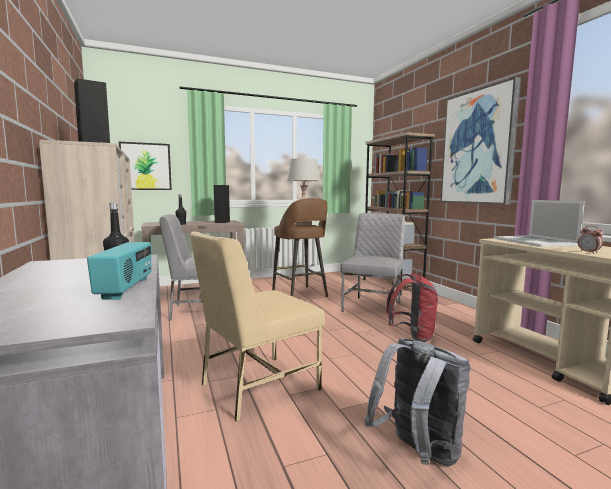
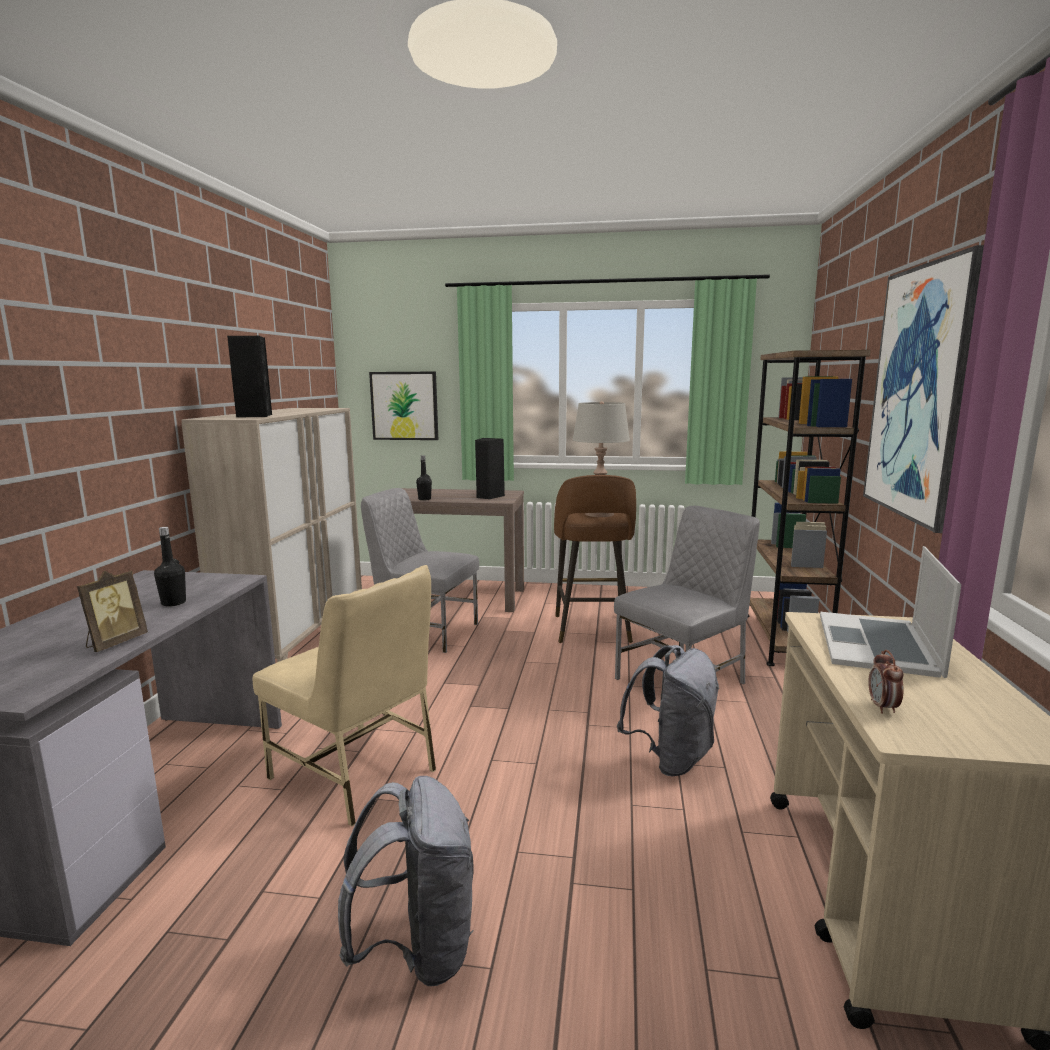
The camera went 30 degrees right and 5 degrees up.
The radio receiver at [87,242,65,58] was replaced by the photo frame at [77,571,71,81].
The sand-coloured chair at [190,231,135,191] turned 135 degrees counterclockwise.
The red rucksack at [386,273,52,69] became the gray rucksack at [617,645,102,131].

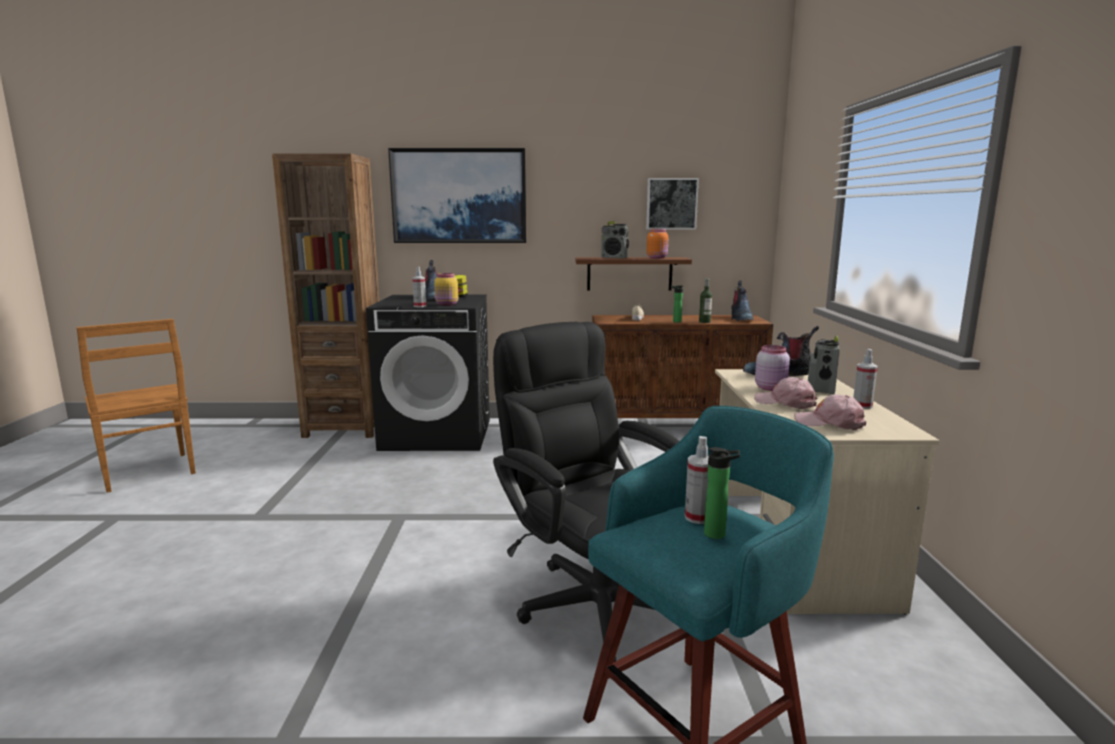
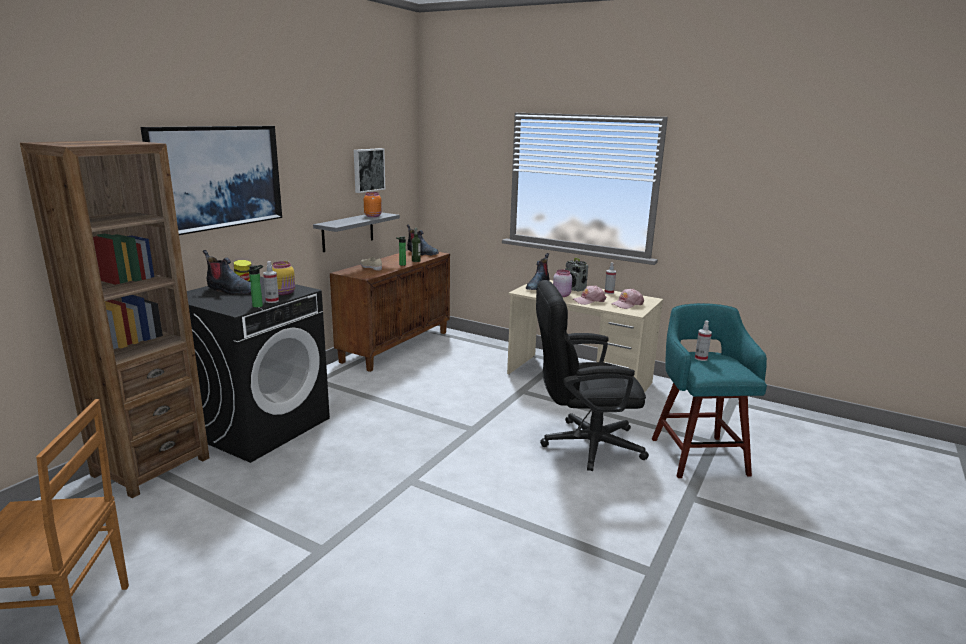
The camera went 60 degrees left and 5 degrees up.
The brown bracket shelf at [575,257,117,33] became the gray bracket shelf at [313,213,87,39].
The radio receiver at [601,222,28,36] disappeared.
The beverage bottle moved from [704,447,36,92] to [249,265,14,43].

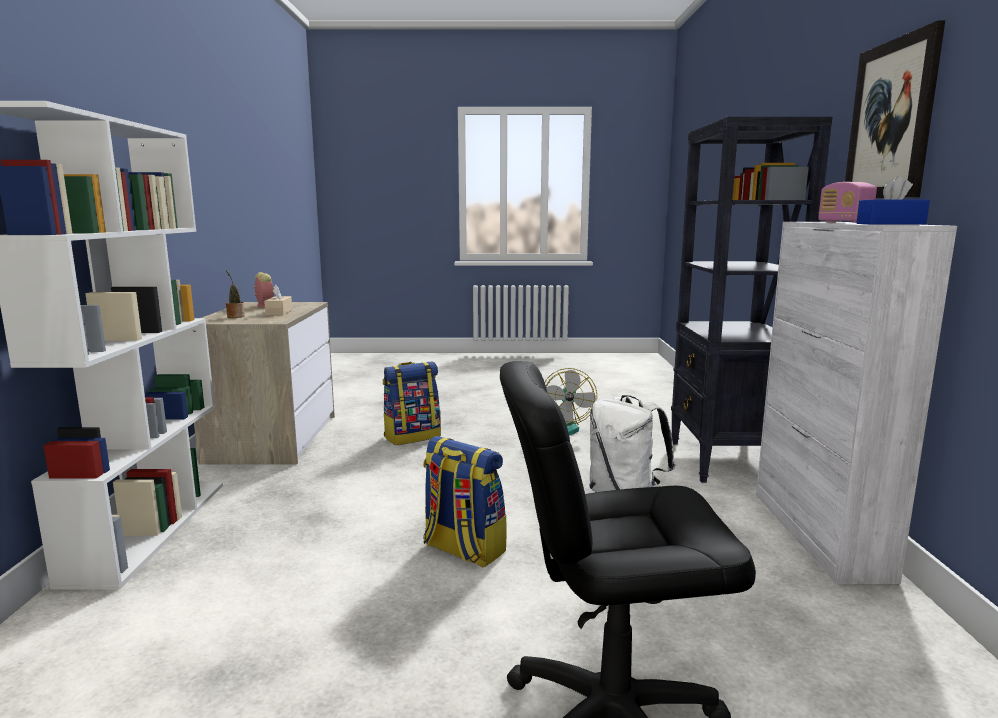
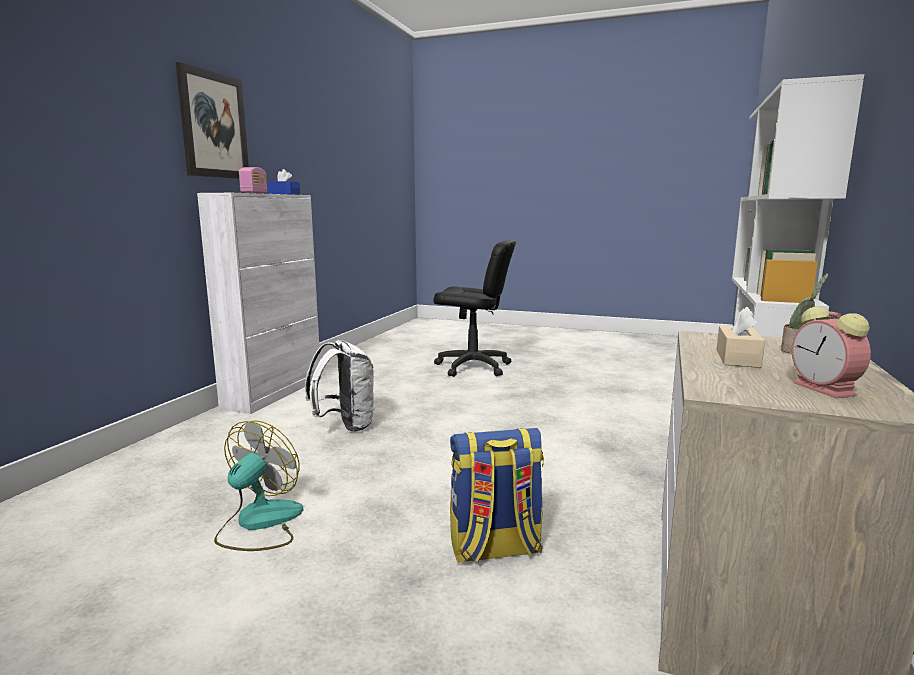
The camera went 160 degrees left and 0 degrees up.
The rucksack at [423,436,83,132] disappeared.
The black-coloured bookcase at [671,117,161,366] disappeared.

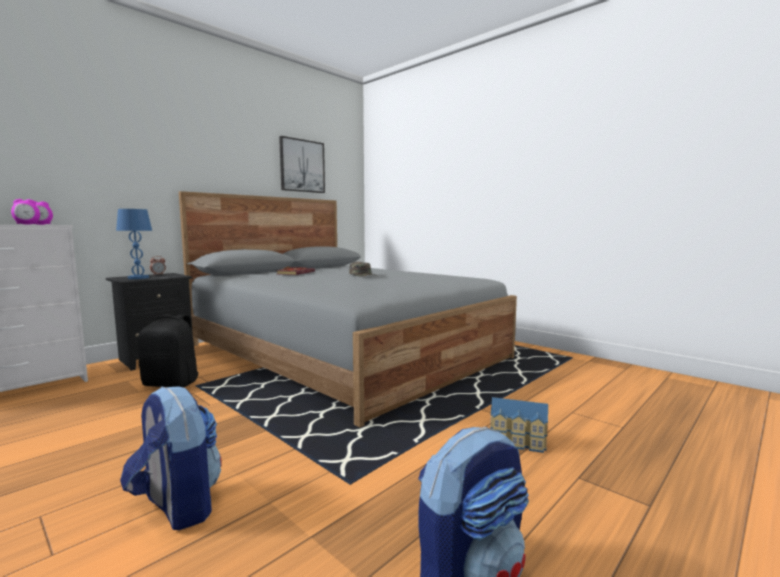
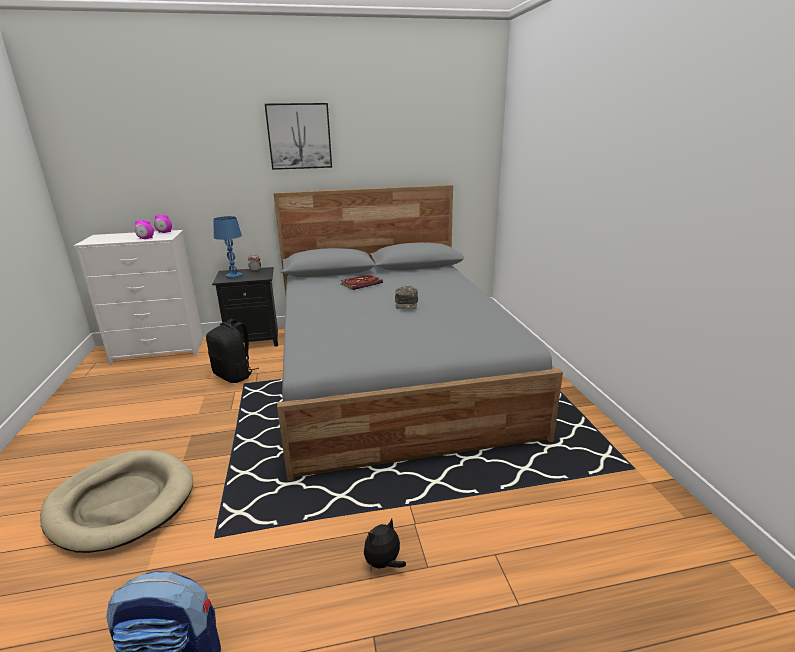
The camera went 35 degrees right and 15 degrees up.
The rucksack at [120,386,102,144] was replaced by the sand-coloured dog cushion at [40,450,153,103].
The wall art moved from [279,136,46,57] to [265,103,67,67].
The miniature house at [490,397,58,56] was replaced by the cuddly toy at [364,519,42,53].

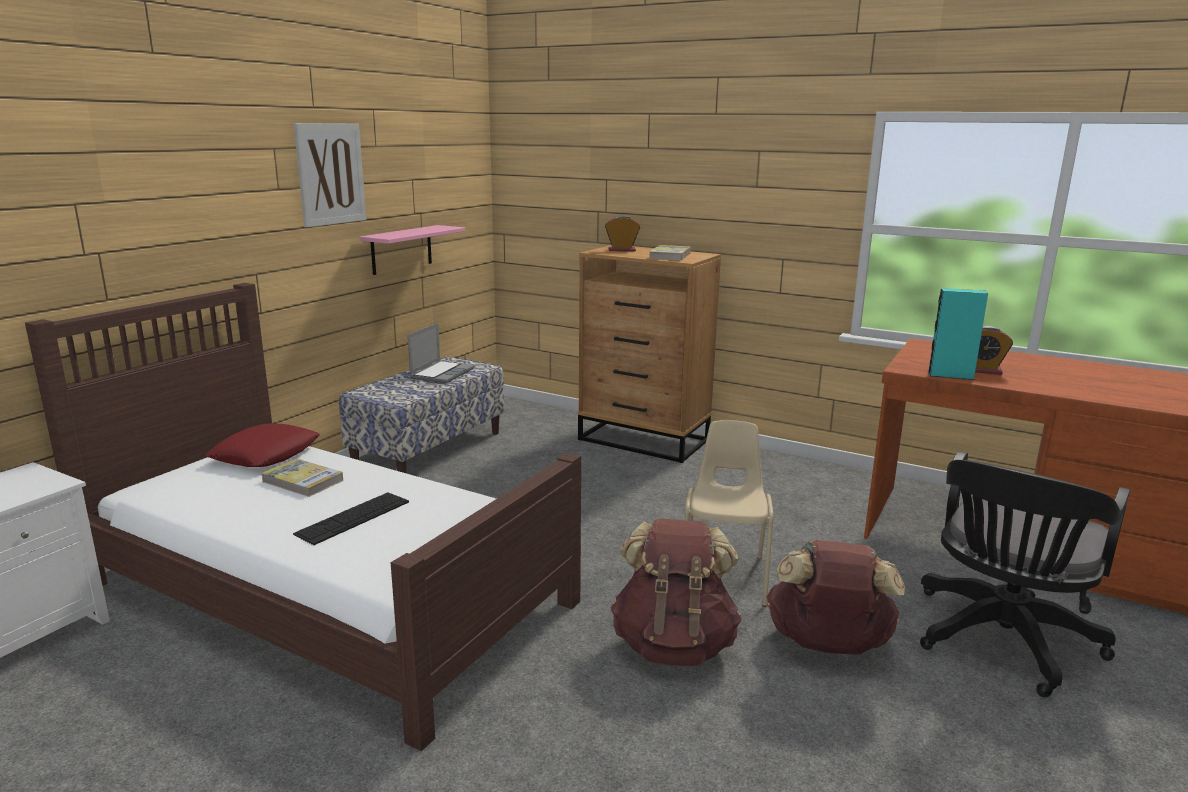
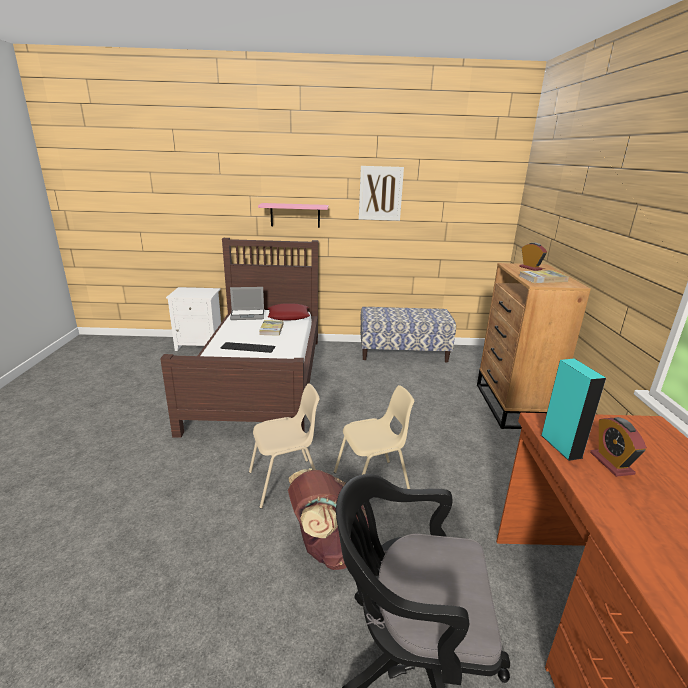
The camera went 60 degrees right and 5 degrees up.
The pink-coloured bracket shelf moved from [359,225,107,50] to [258,203,70,25].
The portable computer moved from [408,323,66,60] to [230,287,34,33].
The brown rucksack at [610,518,132,148] was replaced by the sand-coloured chair at [249,383,71,126].

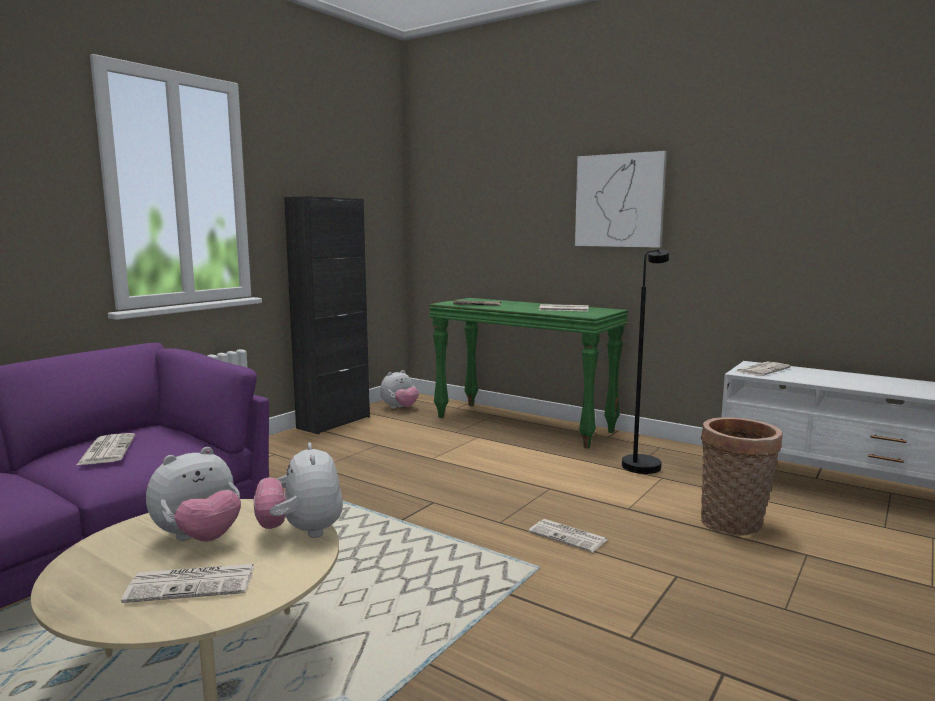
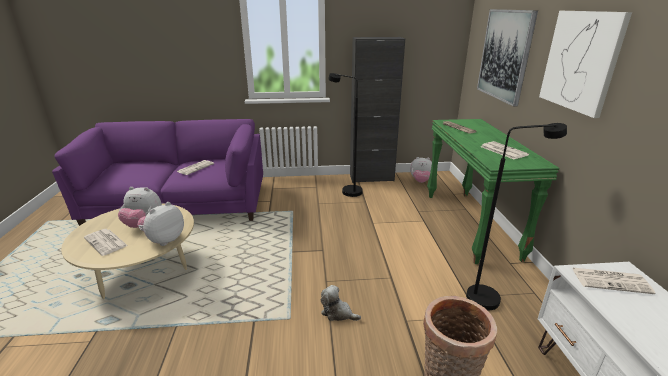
The camera went 50 degrees right and 15 degrees up.
The daily paper at [529,519,79,33] was replaced by the cuddly toy at [321,285,40,36].
The black-coloured floor lamp at [328,73,35,124] appeared.
The wall art at [477,9,61,98] appeared.

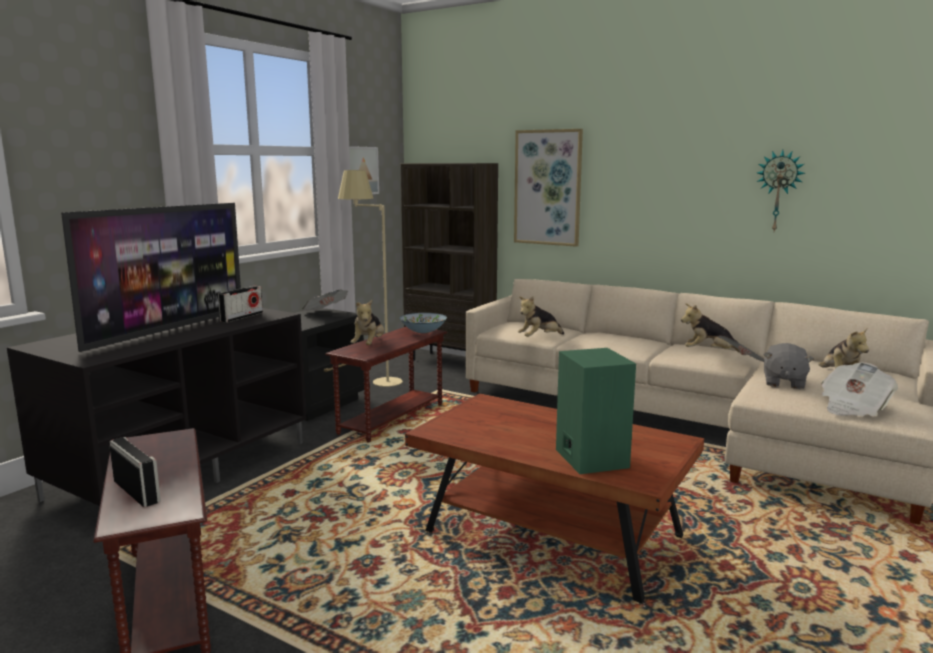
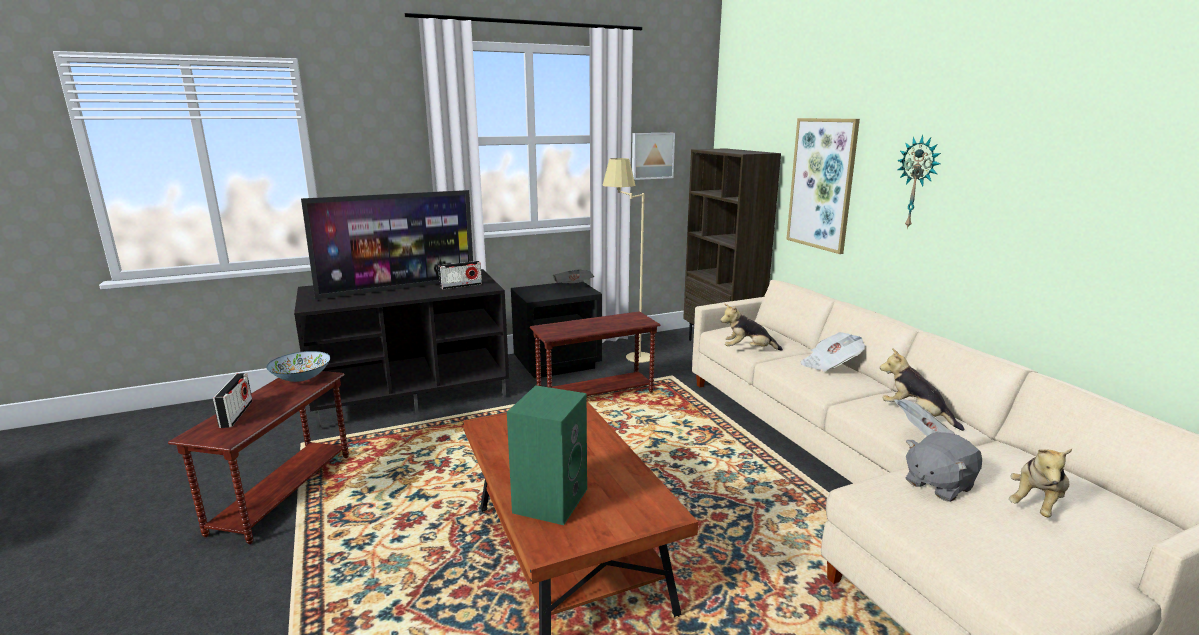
The camera went 35 degrees right and 5 degrees up.
The cuddly toy at [351,300,33,45] disappeared.
The bowl moved from [400,313,47,20] to [266,351,65,31].
The hanging clock moved from [757,150,48,81] to [897,135,44,94].
The daily paper moved from [821,362,77,54] to [800,332,66,40].

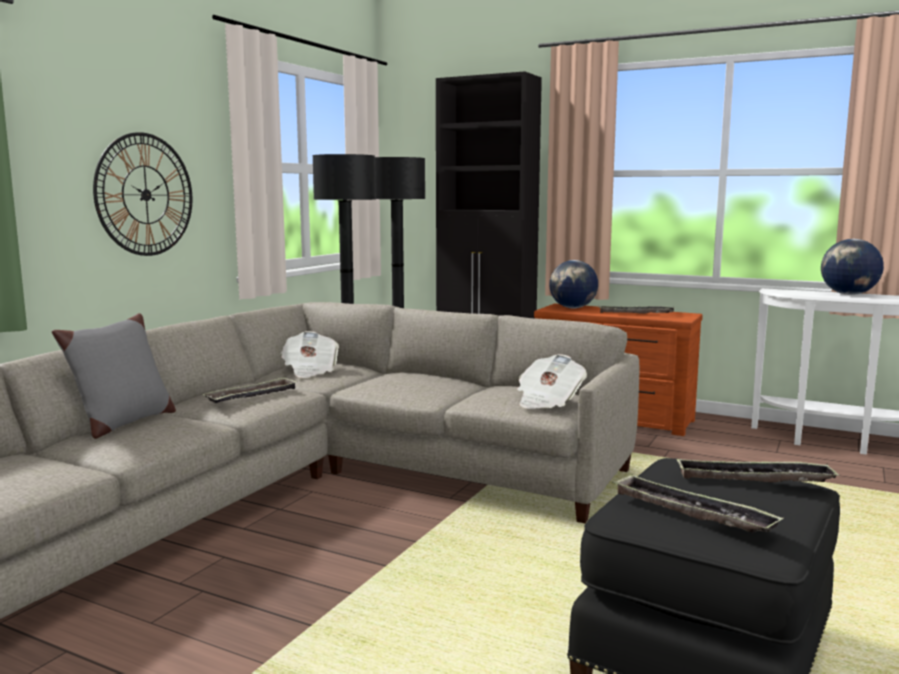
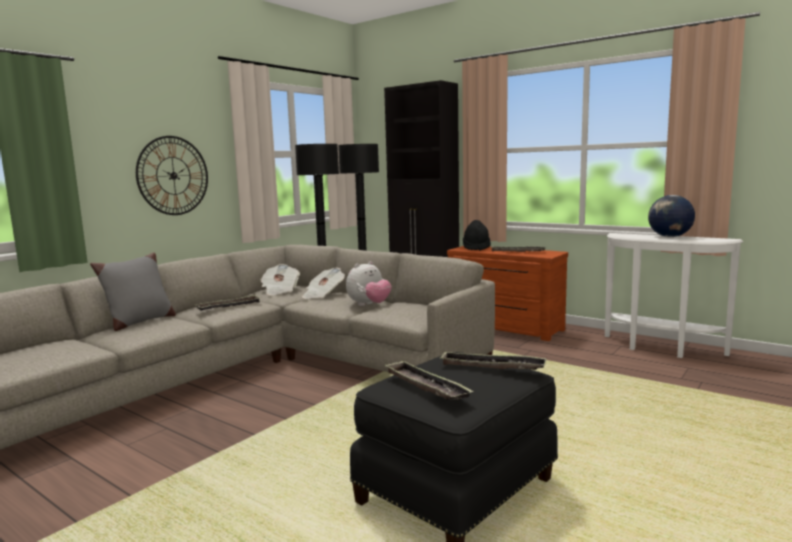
The camera went 10 degrees right and 0 degrees up.
The daily paper moved from [517,354,70,55] to [302,268,43,31].
The desk globe at [549,260,49,48] was replaced by the black-coloured clothing hat at [463,220,28,31].
The cuddly toy at [346,261,46,45] appeared.

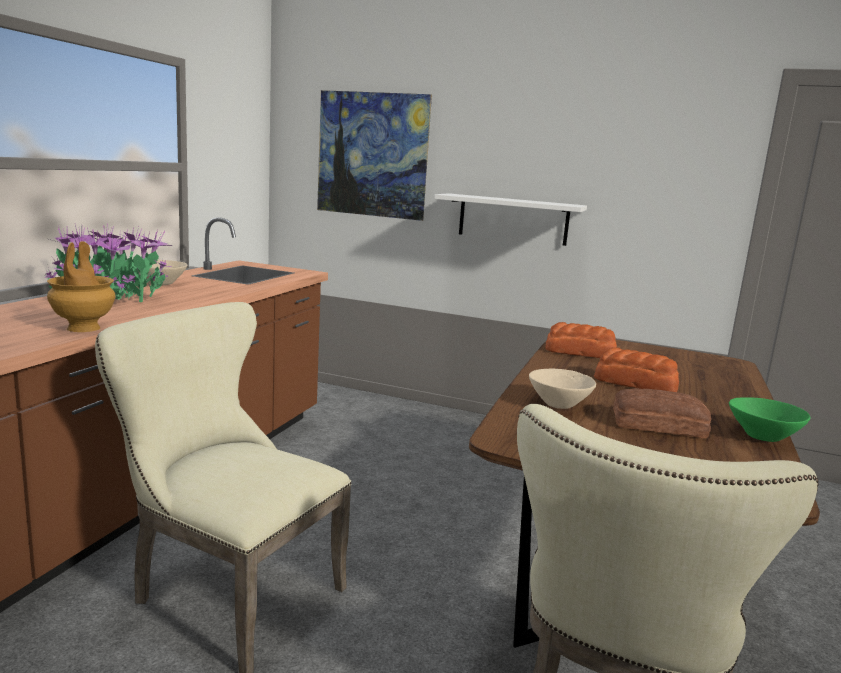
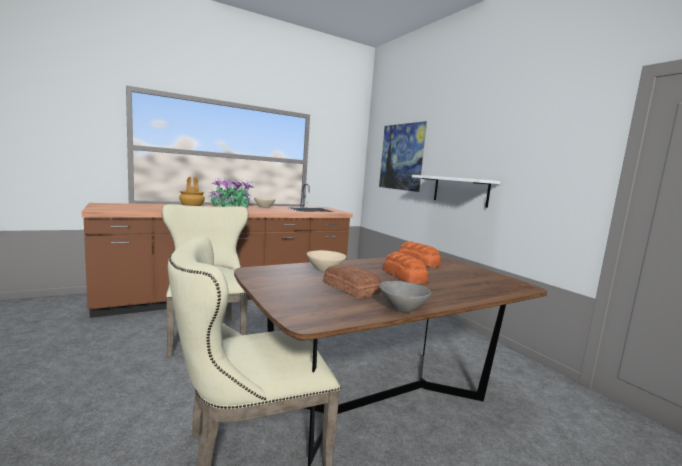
The camera went 40 degrees right and 5 degrees down.
The green-coloured bowl at [729,397,81,45] became the gray bowl at [380,281,51,32].

